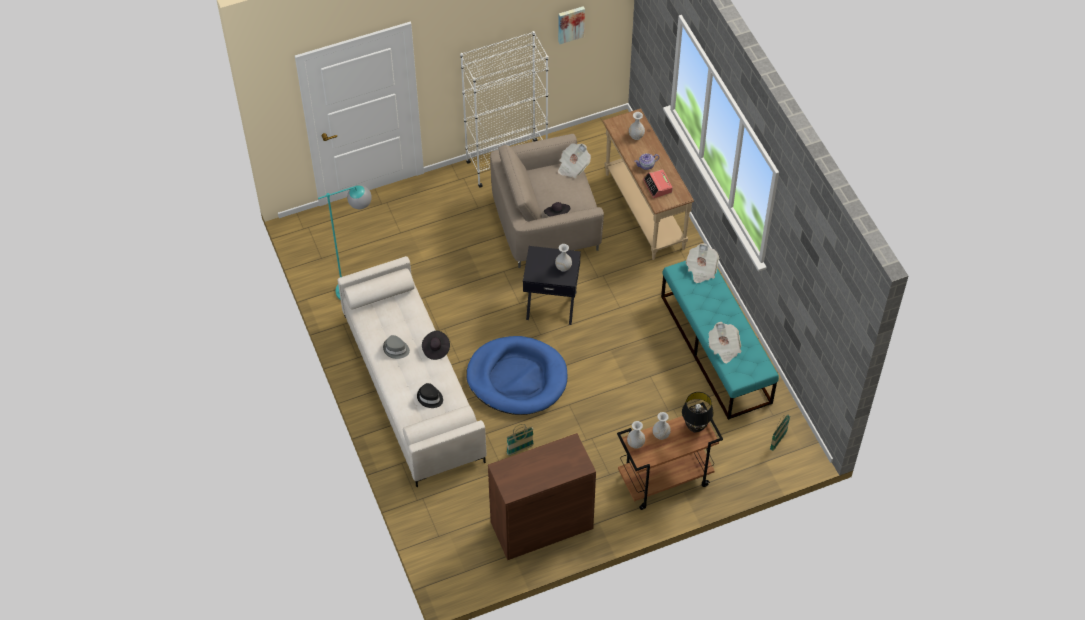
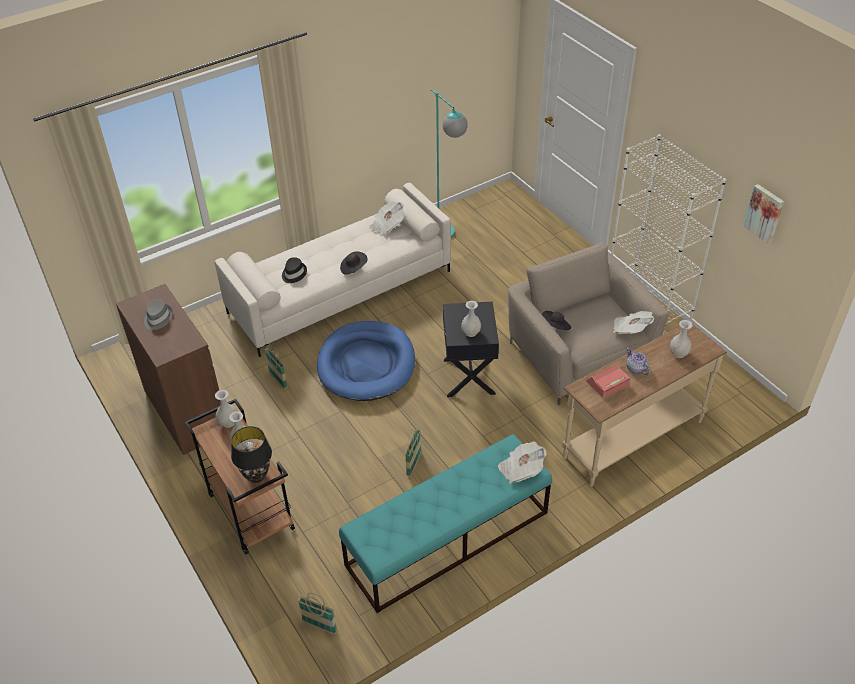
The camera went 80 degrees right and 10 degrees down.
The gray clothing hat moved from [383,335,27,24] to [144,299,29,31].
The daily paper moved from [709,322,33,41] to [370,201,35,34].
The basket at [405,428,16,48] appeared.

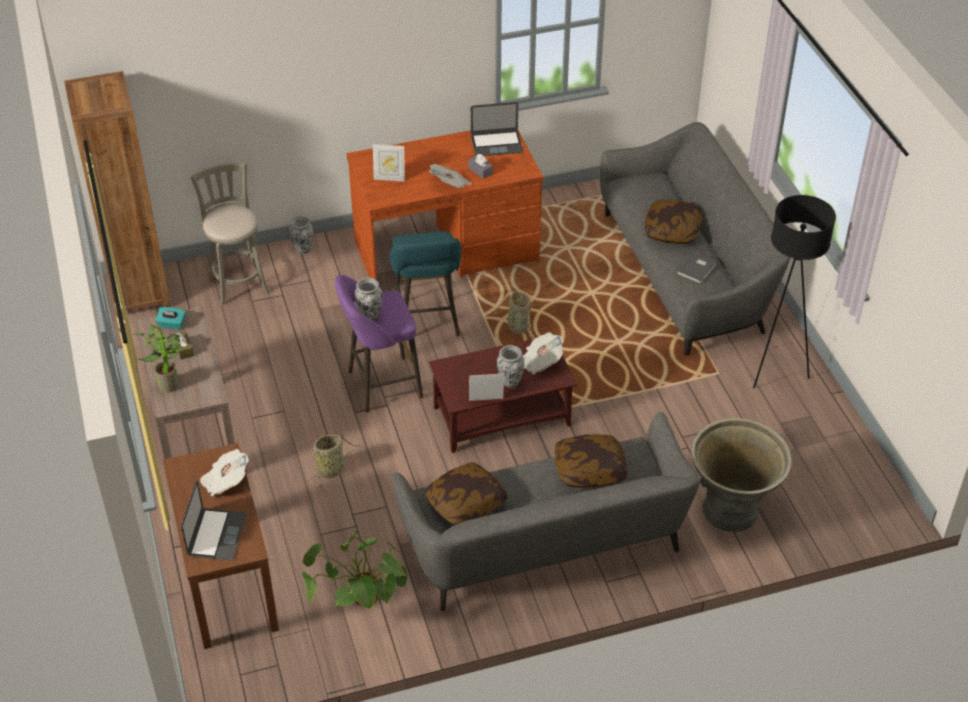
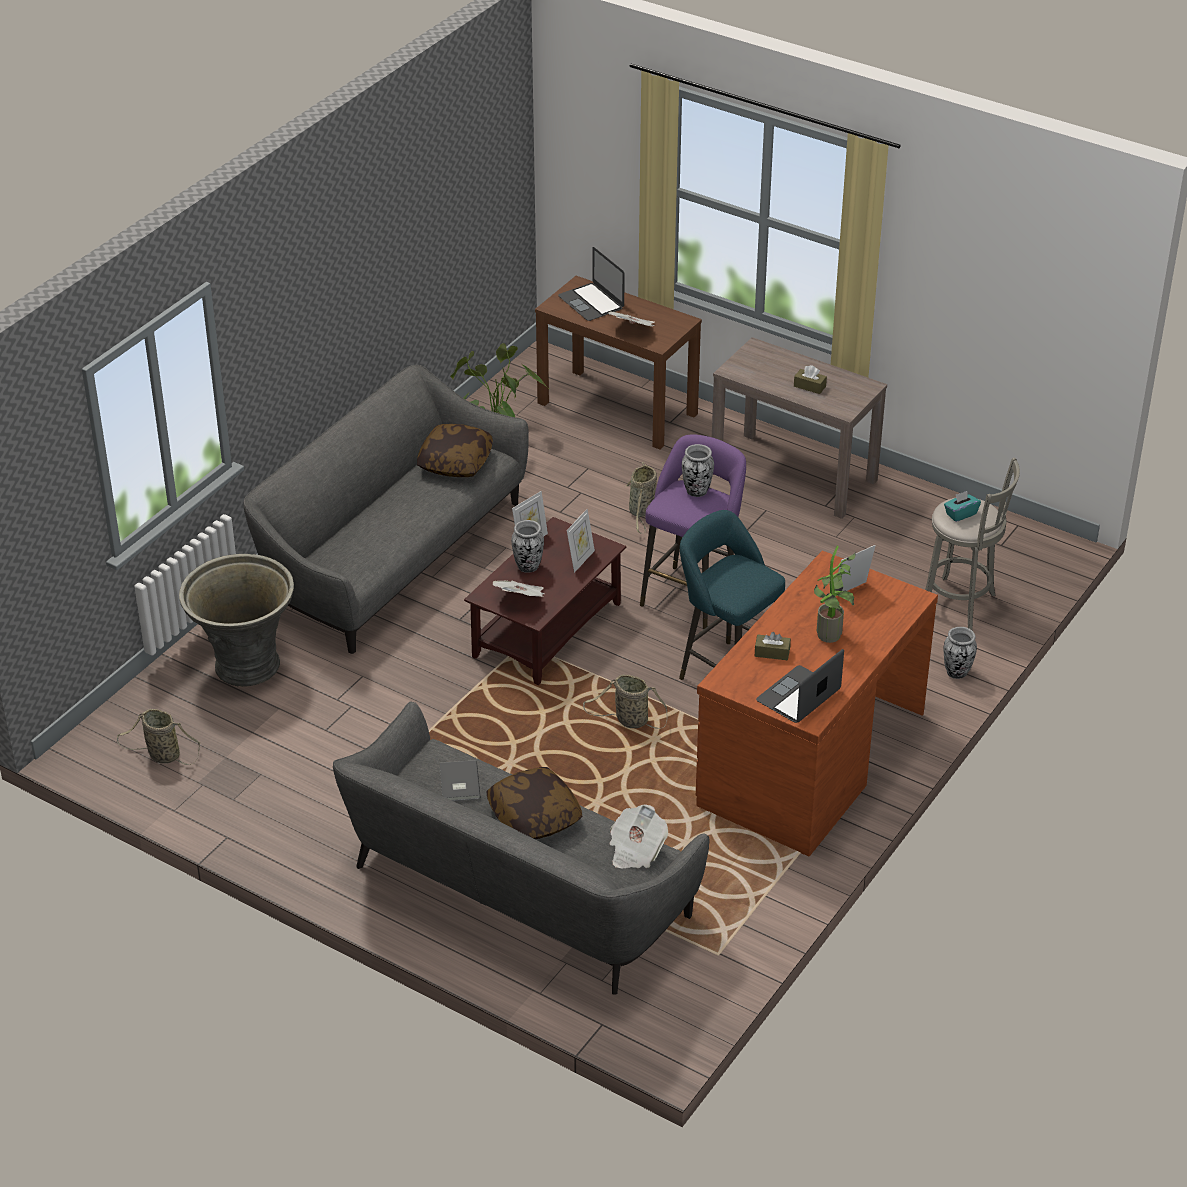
The camera went 140 degrees right and 5 degrees down.
The brown bookcase at [64,71,107,242] disappeared.
The potted plant moved from [135,324,45,69] to [814,546,42,97].
The blue-green tissue box moved from [156,307,30,23] to [944,491,37,31].
The daily paper moved from [429,164,43,24] to [609,804,59,64].
The gray tissue box at [468,154,25,25] became the brown tissue box at [755,632,36,28].
The cushion at [555,434,72,54] disappeared.
The black-coloured floor lamp at [753,195,83,193] disappeared.
The basket at [117,709,83,56] appeared.
The photo frame at [567,509,28,64] appeared.

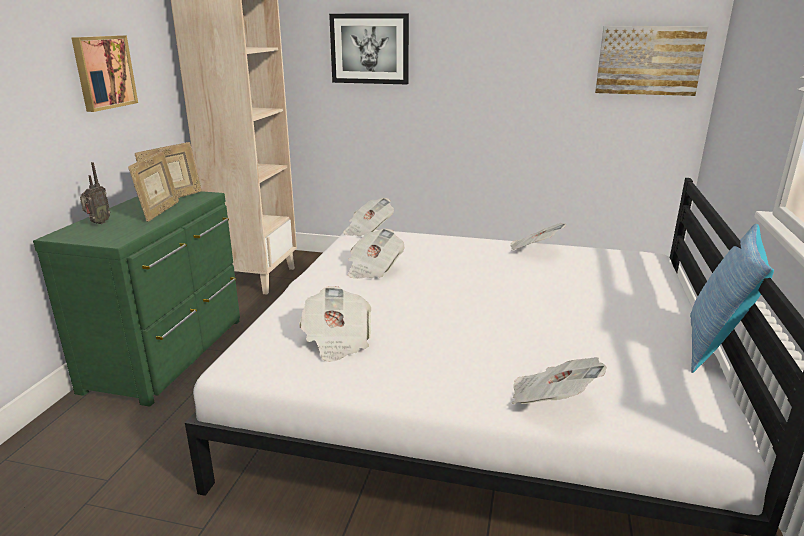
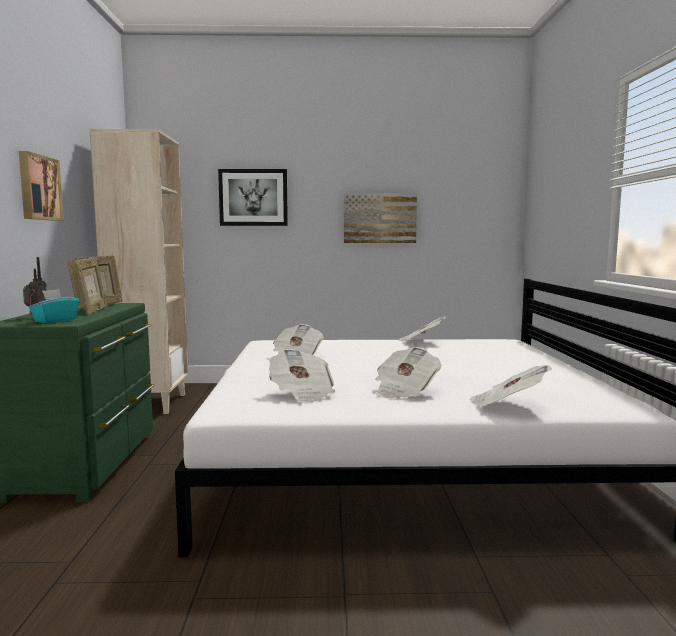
The camera went 15 degrees left and 15 degrees down.
The daily paper moved from [343,198,51,38] to [375,347,66,51].
The wall art moved from [595,26,114,70] to [344,193,73,50].
The cushion at [690,224,84,149] disappeared.
The blue-green tissue box at [29,289,50,34] appeared.

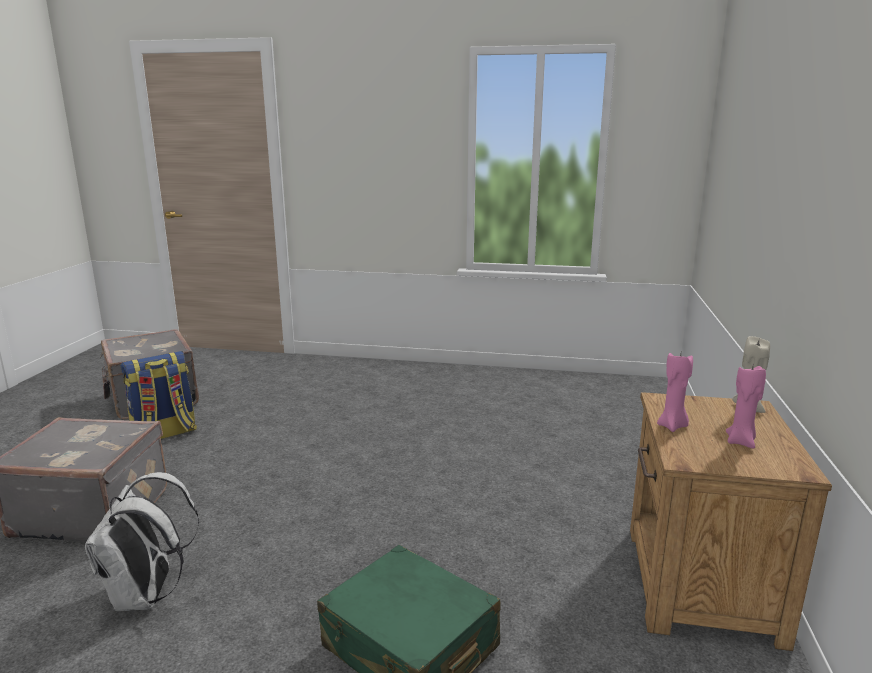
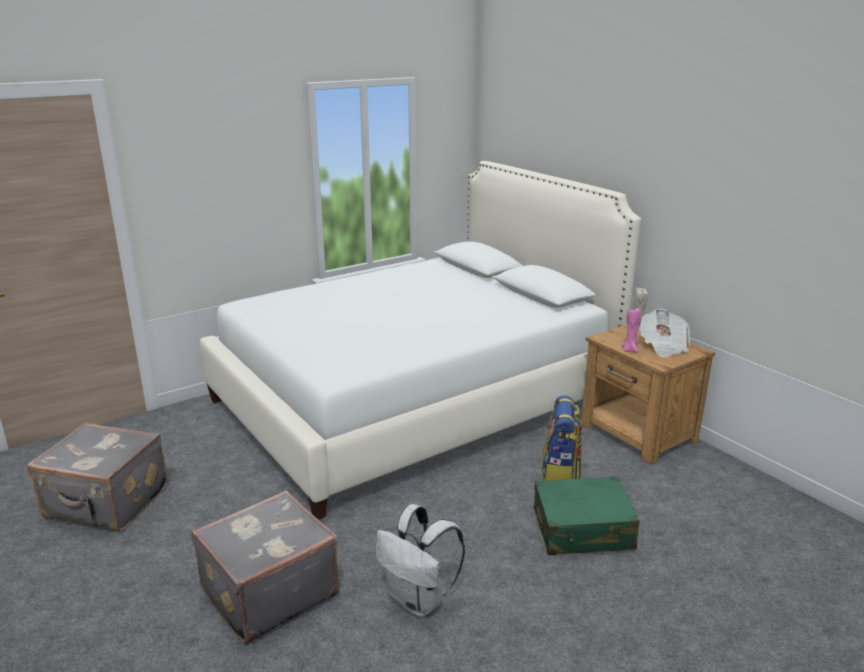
The camera went 45 degrees left and 5 degrees up.
The rucksack moved from [121,351,76,88] to [542,395,40,86].
The pink-coloured candle at [726,366,40,83] was replaced by the daily paper at [639,309,51,48].
The white sleeping bed at [200,161,441,359] appeared.

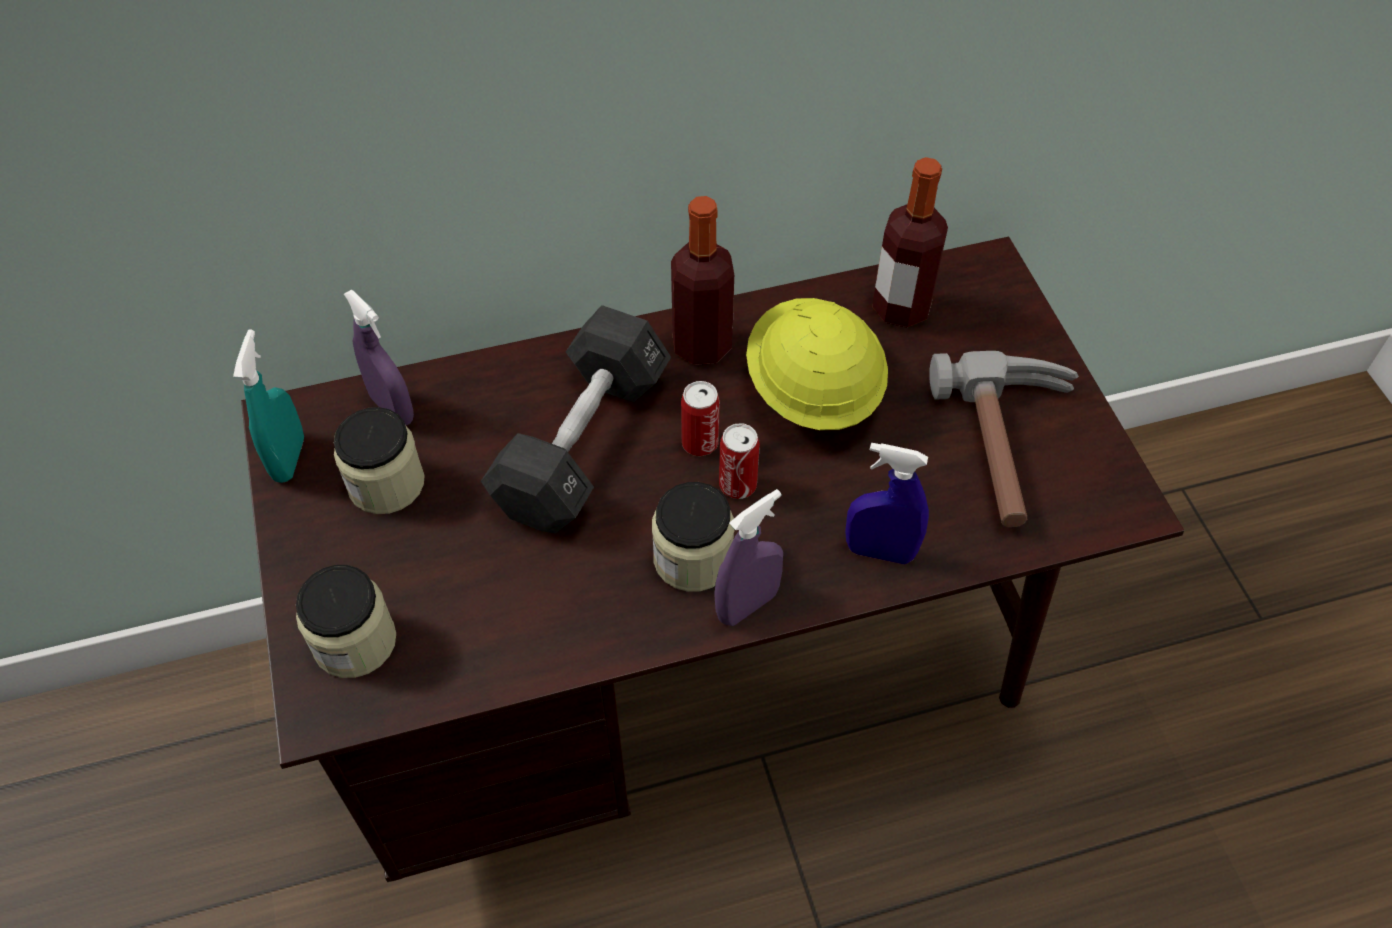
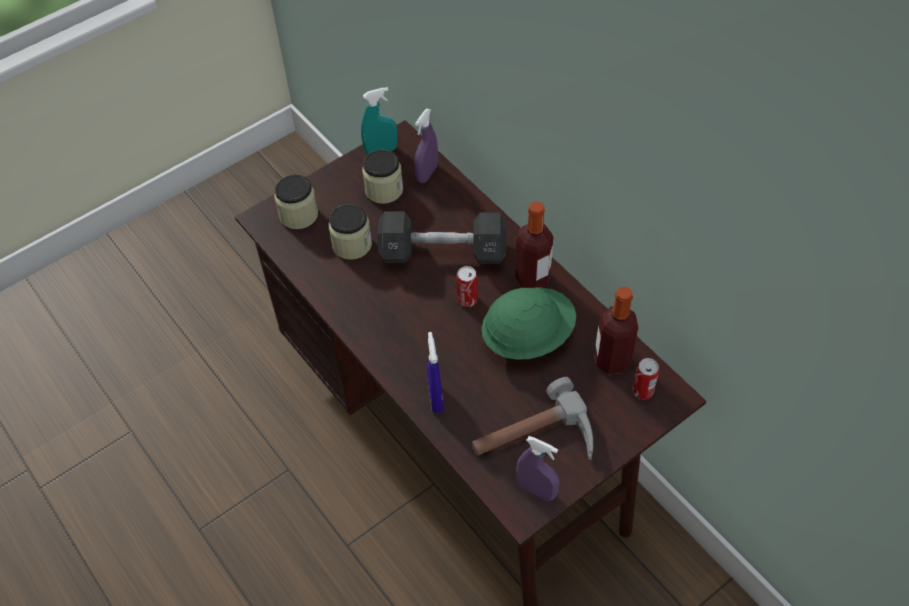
The camera went 70 degrees right and 0 degrees up.
The storage jar moved from [652,482,83,110] to [329,204,43,56].
The purple sprayer moved from [714,489,69,137] to [516,436,44,65].
The sealed can moved from [719,423,41,76] to [632,358,27,42].
The yellow-coloured hard hat at [746,298,142,132] became the green-coloured hard hat at [482,287,94,73].

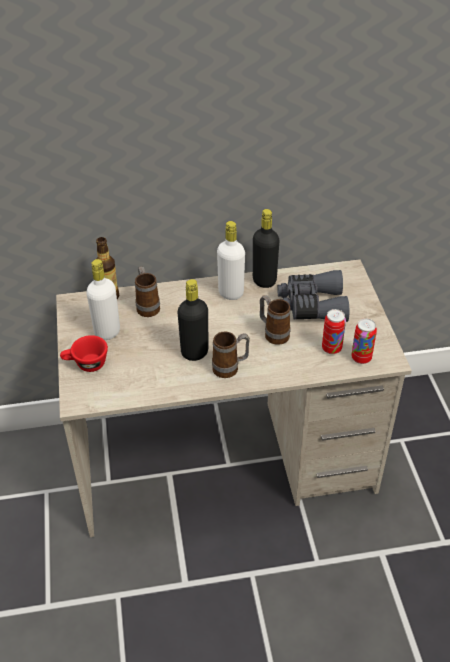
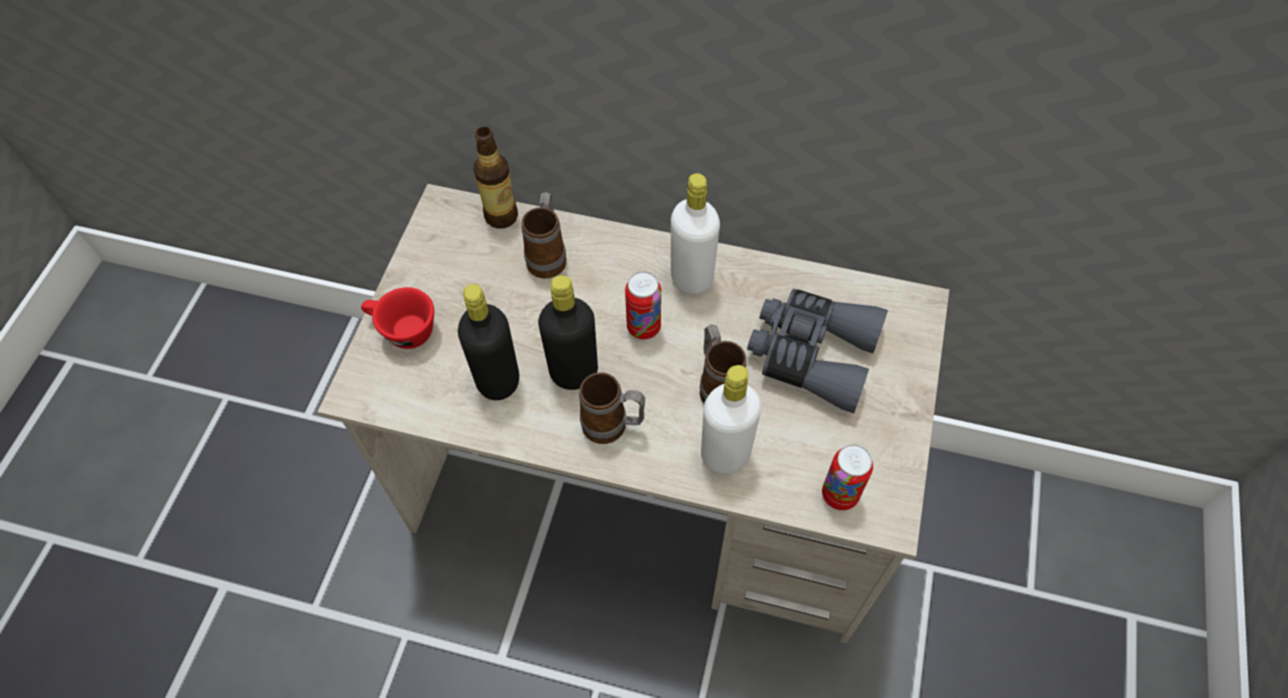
The camera went 25 degrees right and 15 degrees up.
The white beverage bottle moved from [86,259,34,81] to [701,365,60,110].
The black-coloured beverage bottle moved from [253,209,27,79] to [458,284,61,116].
The sealed can moved from [322,309,24,45] to [625,271,36,69].

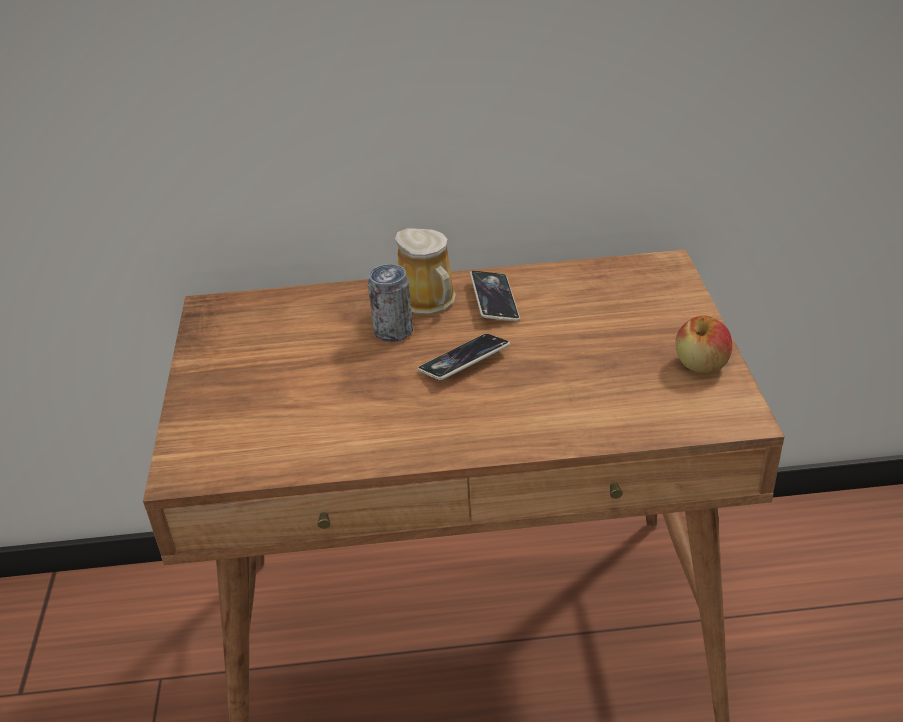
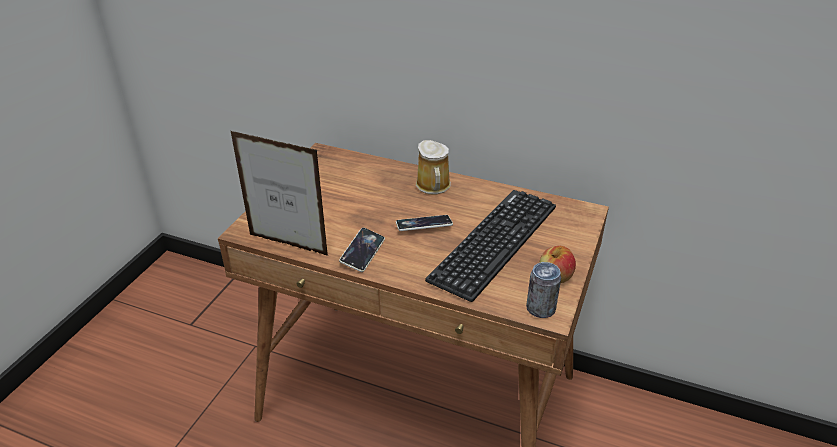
The camera went 25 degrees right and 0 degrees up.
The sealed can moved from [368,264,45,78] to [526,262,35,56].
The telephone moved from [470,271,50,50] to [339,228,46,44].
The photo frame at [231,131,97,125] appeared.
The keyboard at [425,190,131,112] appeared.

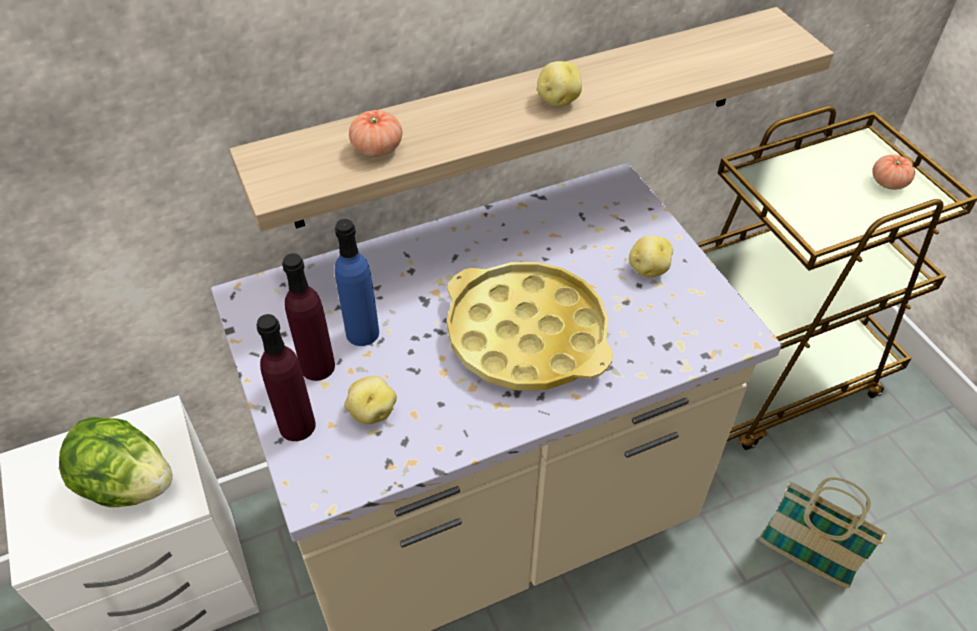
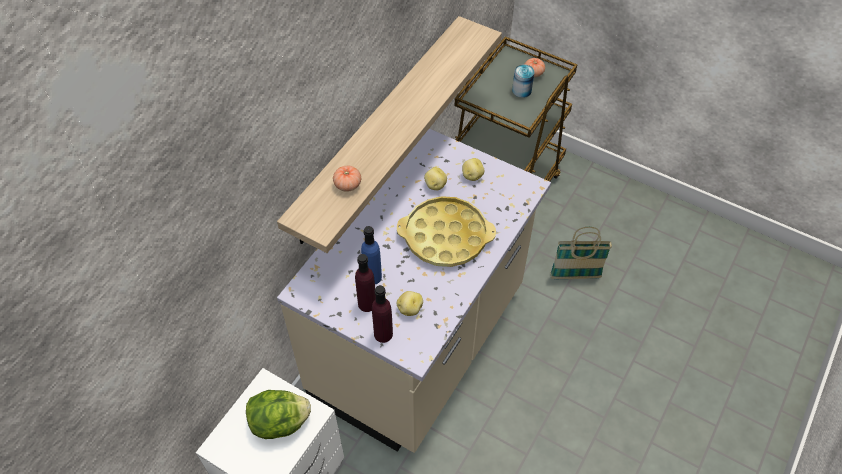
The camera went 35 degrees left and 5 degrees up.
The spud moved from [537,61,45,46] to [424,167,23,23].
The sealed can at [512,64,23,34] appeared.

